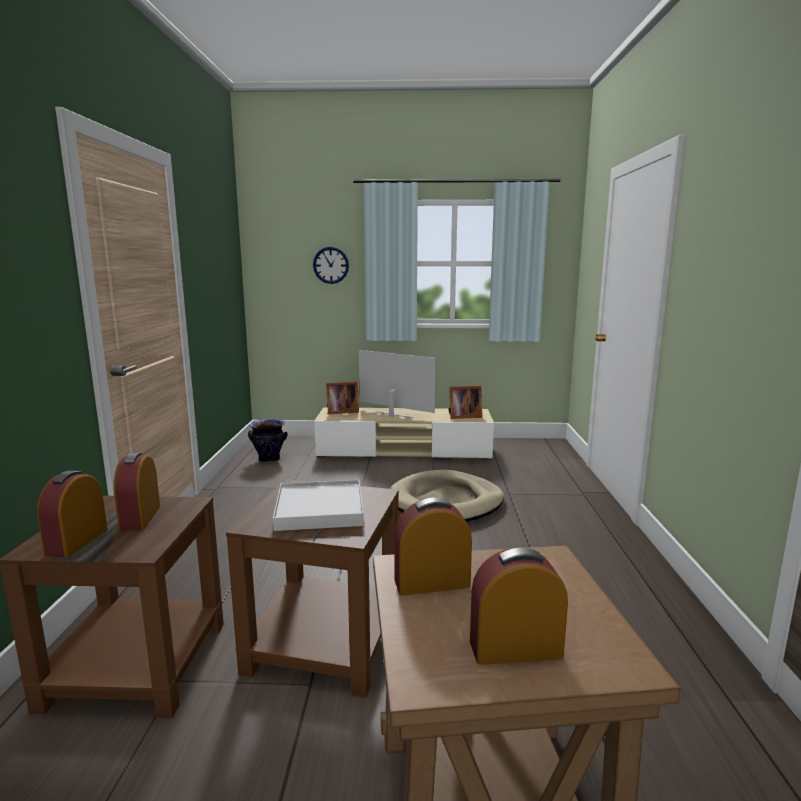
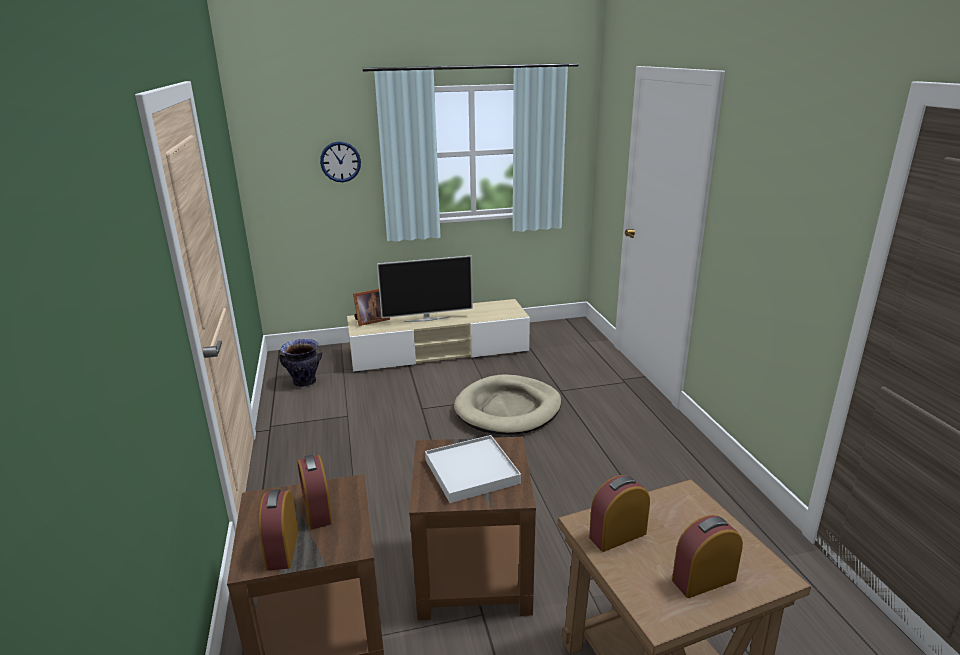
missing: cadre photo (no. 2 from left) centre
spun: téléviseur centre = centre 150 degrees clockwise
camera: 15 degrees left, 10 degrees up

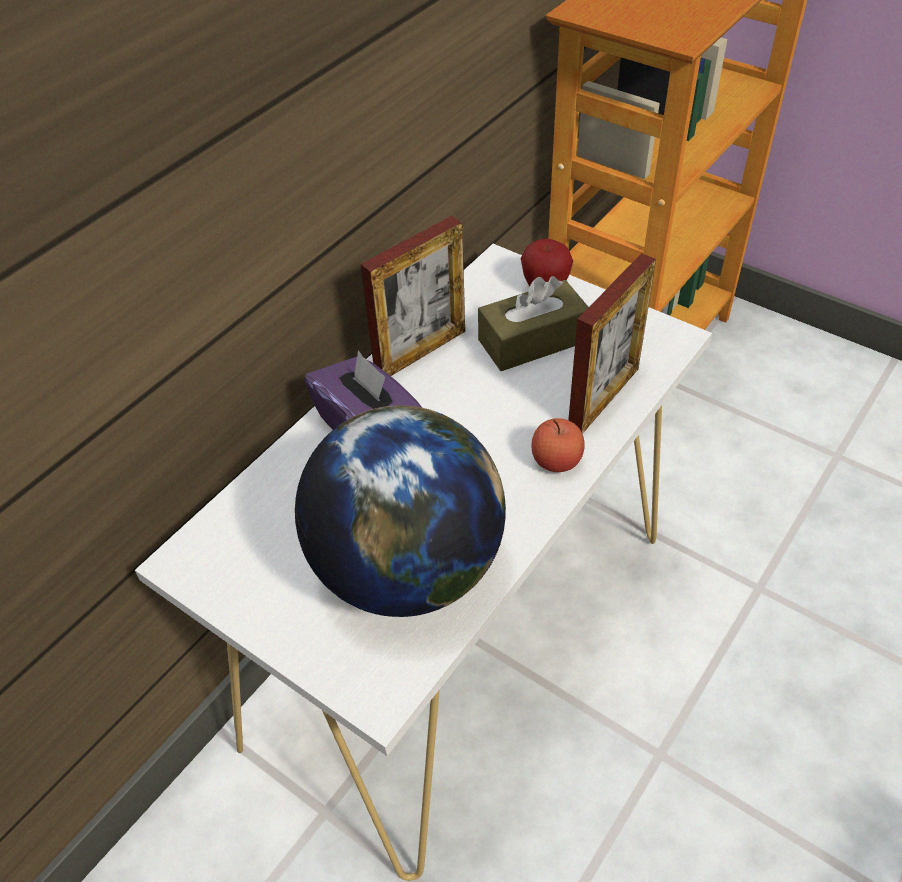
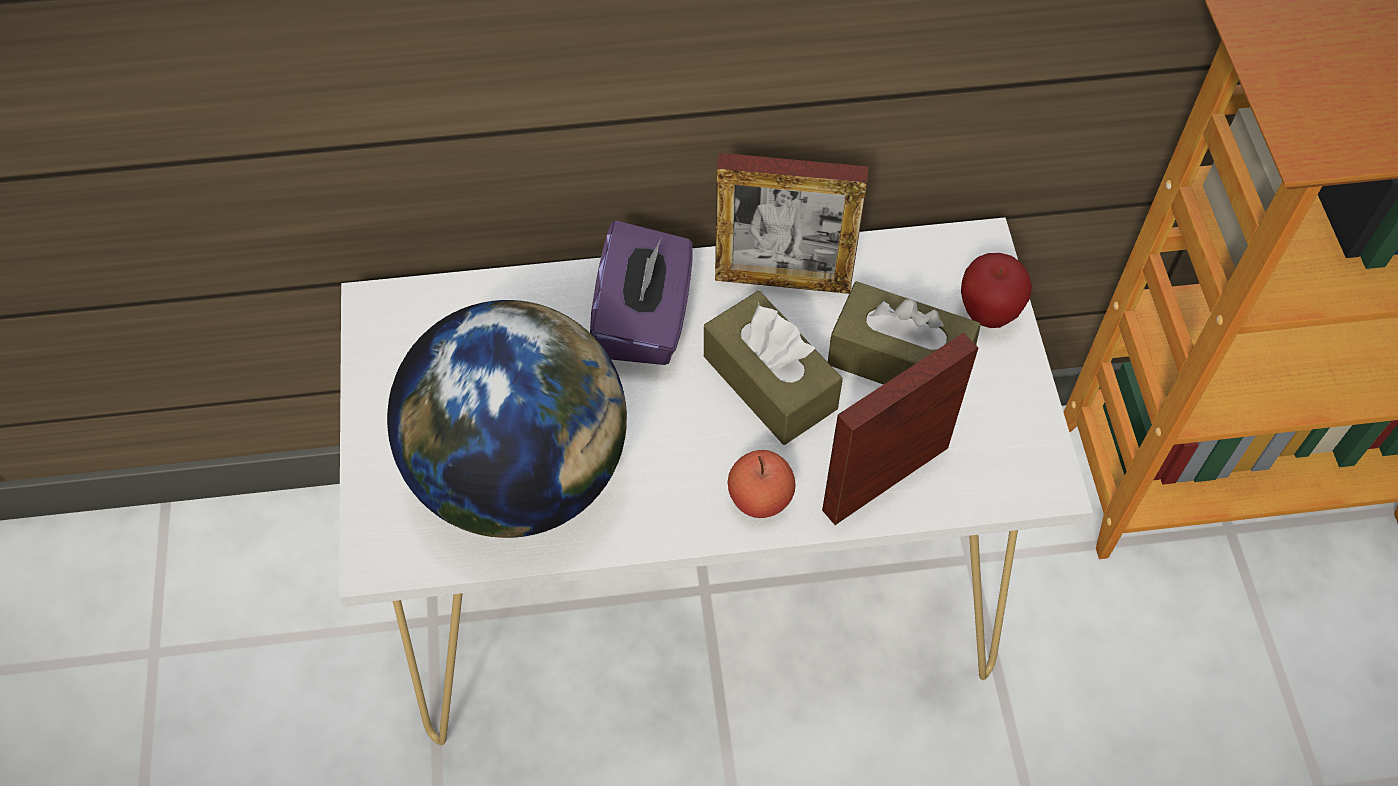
appeared: boîte à mouchoirs [marron] (no. 1 from left) centre
spun: cadre photo (no. 2 from left) middle right = centre 150 degrees clockwise
camera: 45 degrees right, 10 degrees up

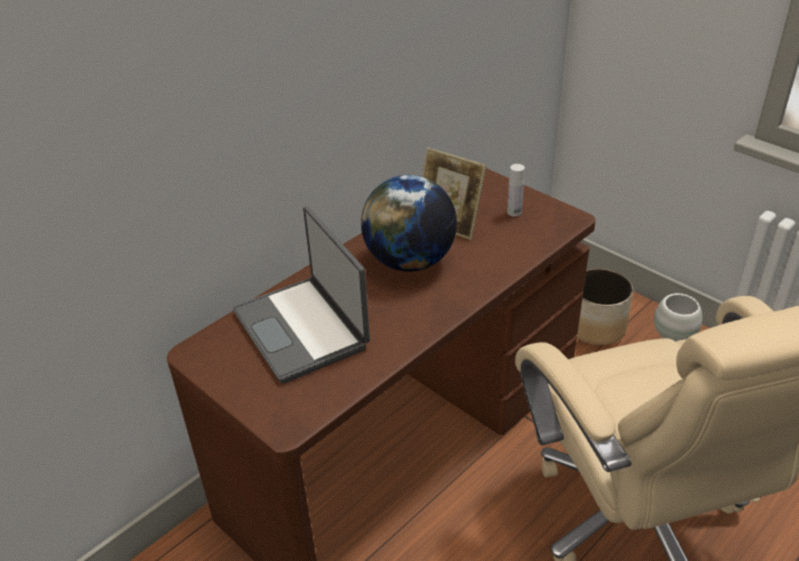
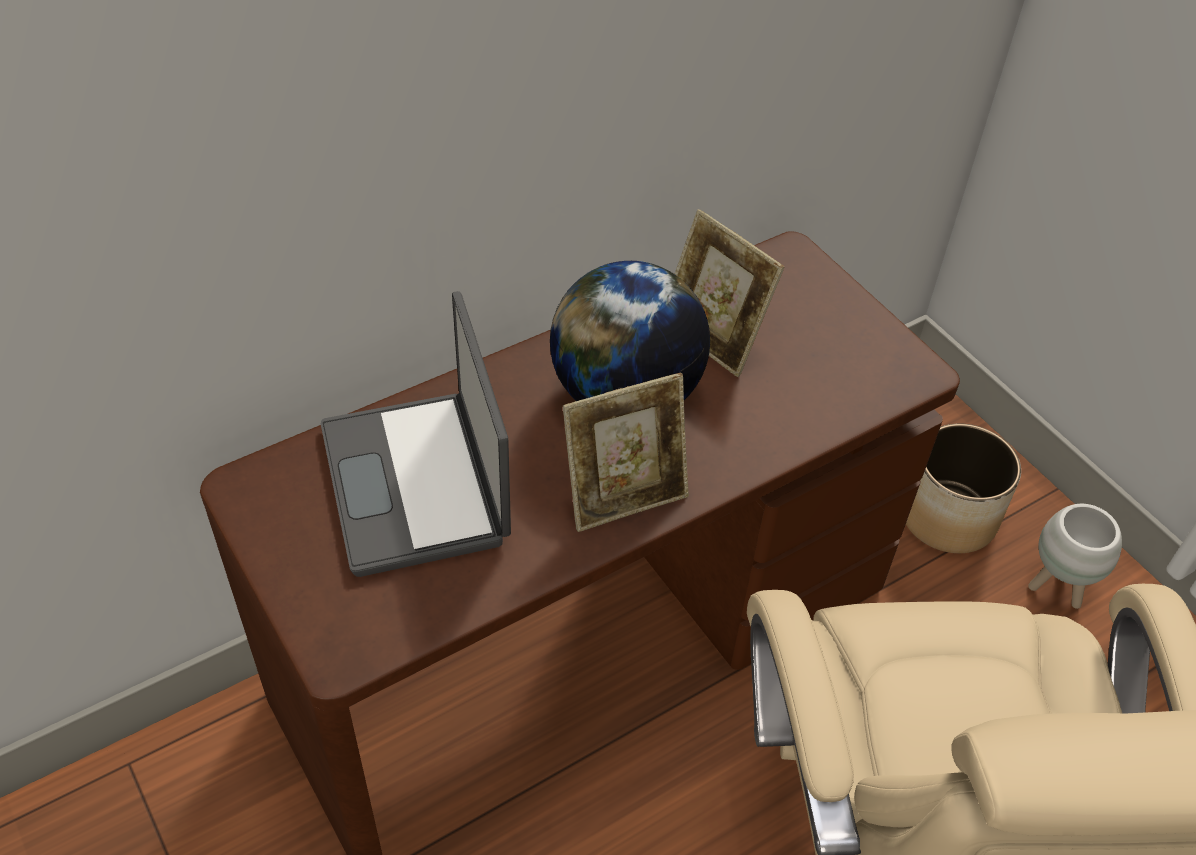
missing: bouteille [blanc] centre
appeared: cadre photo (no. 1 from left) centre
camera: 10 degrees right, 10 degrees up

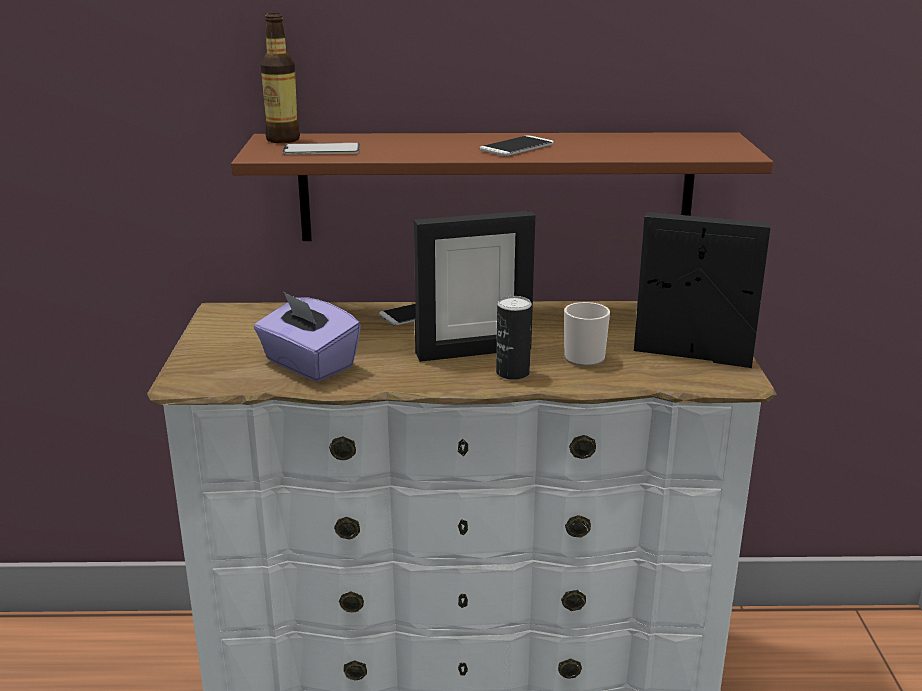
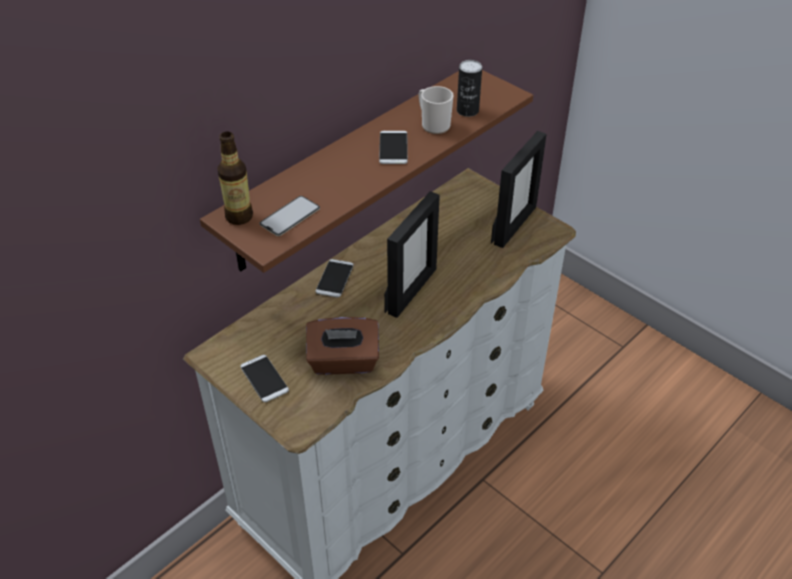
appeared: téléphone (no. 1 from left) centre
relocated: mug centre to top centre; boîte métallique centre to top centre
colour: boîte à mouchoirs [violet] middle left to boîte à mouchoirs [marron] centre
spun: cadre photo (no. 2 from left) middle right = top centre 150 degrees clockwise
camera: 45 degrees left, 20 degrees up

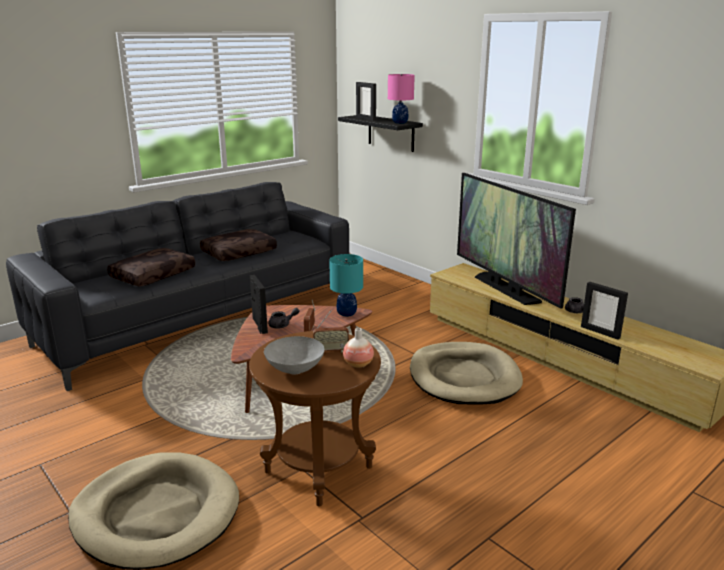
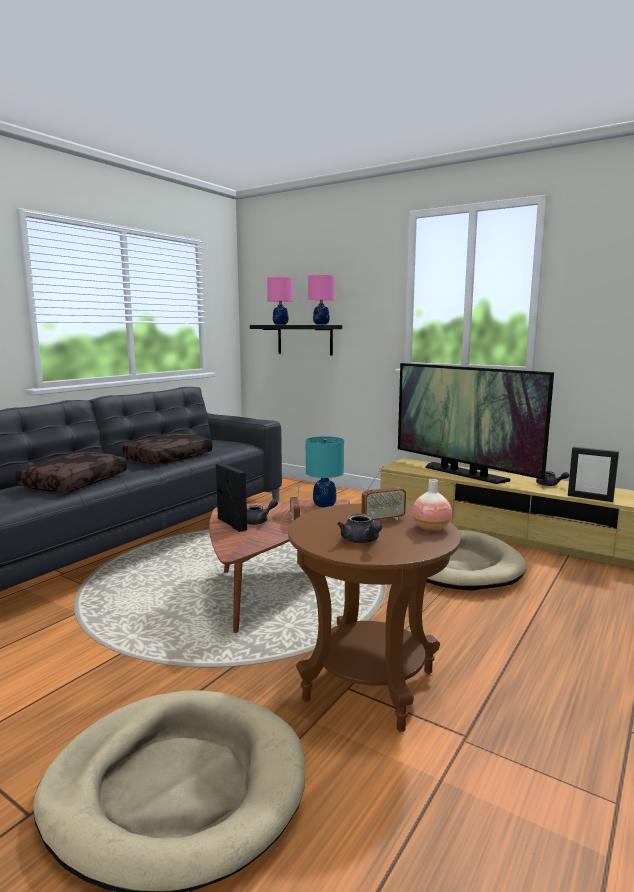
exchanged: cadre photo (no. 2 from left) top centre to lampe de table [rose] (no. 1 from left) centre; bol [gris] centre to théière [gris] (no. 2 from left) centre
camera: 15 degrees left, 10 degrees down

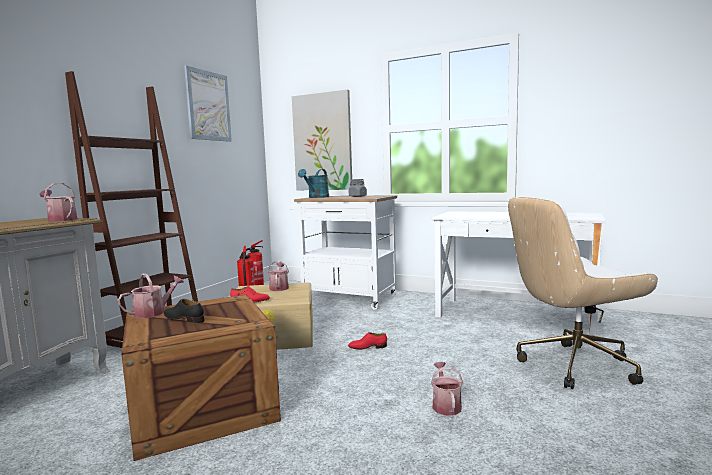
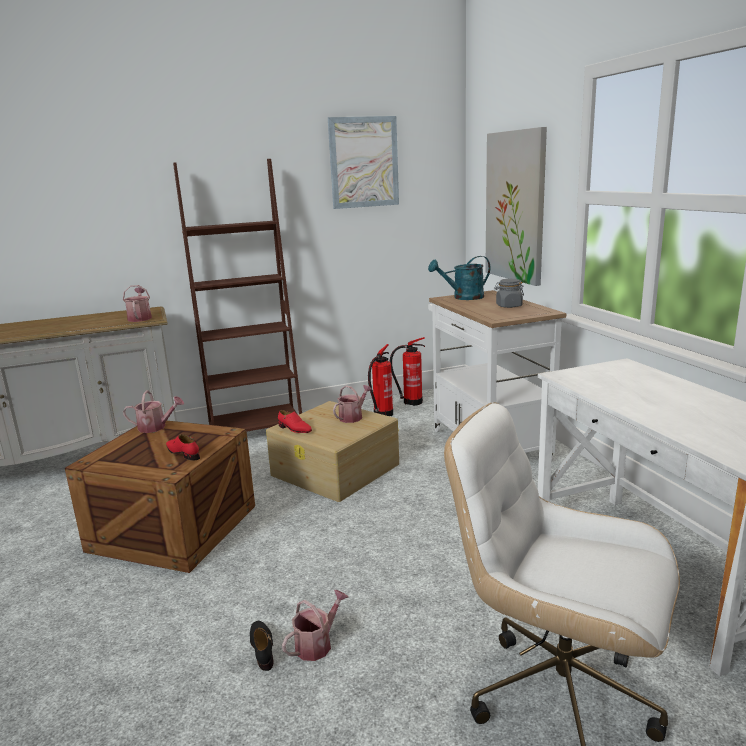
relocated: chaussure [rouge] (no. 2 from left in the first image) bottom centre to chaussure [rouge] (no. 1 from left) middle left; chaussure [noir] middle left to bottom centre
camera: 45 degrees right, 10 degrees up

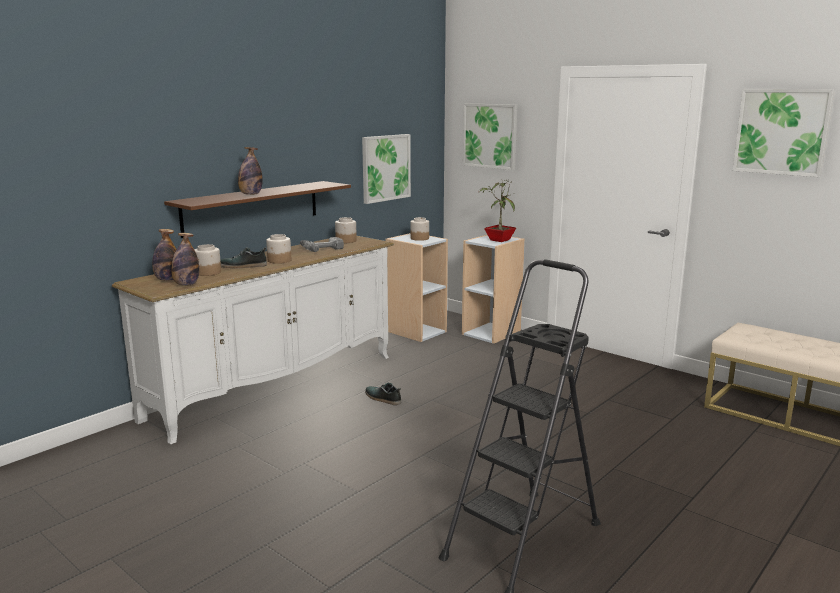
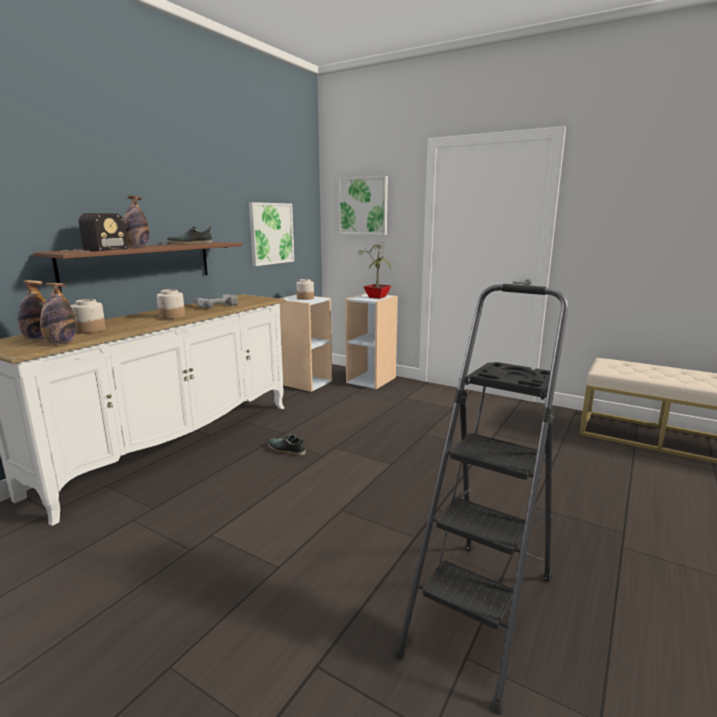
missing: bocal (no. 3 from left) centre; tableau (no. 3 from left) top right
appeared: radio top left
relocated: chaussure (no. 1 from left) middle left to top left
camera: 10 degrees left, 0 degrees up

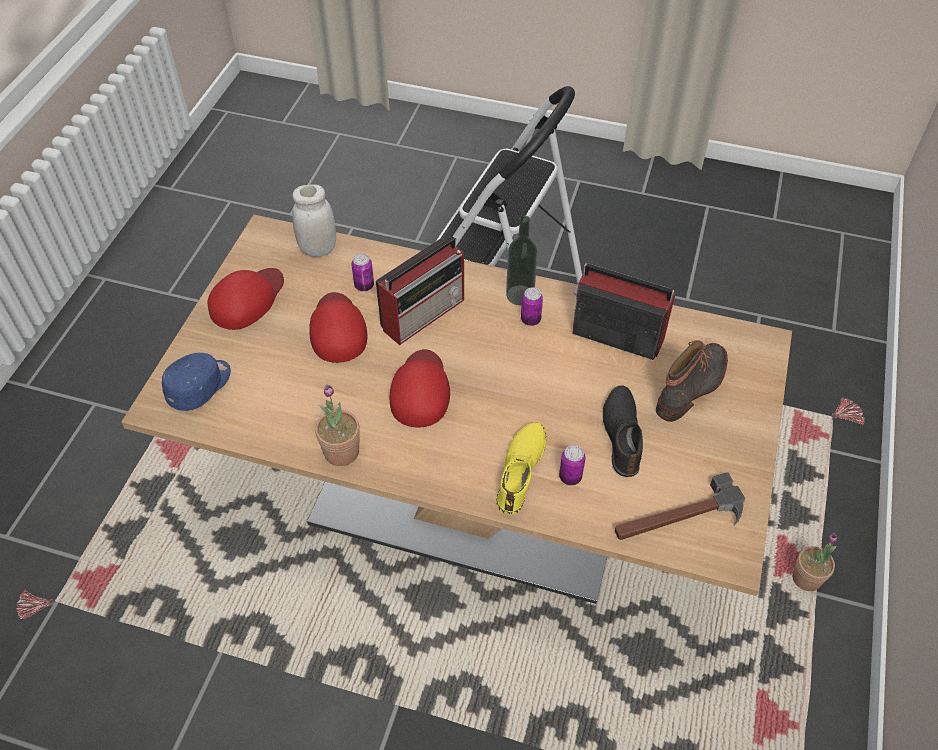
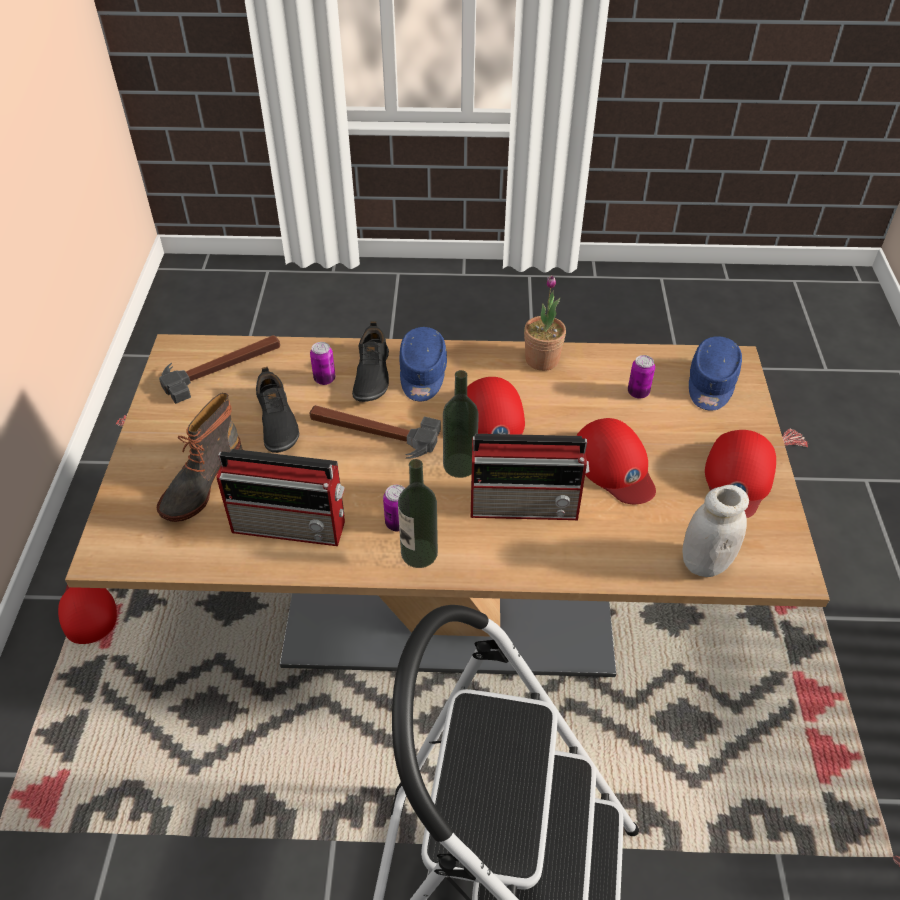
appeared: marteau (no. 2 from left) centre; casquette [bleu] (no. 1 from left) centre; bouteille (no. 2 from left) centre
relocated: boîte métallique (no. 1 from left in the first image) centre to boîte métallique (no. 3 from left) middle right
exchanged: plante en pot (no. 2 from left) bottom right to casquette [rouge] (no. 1 from left) bottom left
colour: chaussure [jaune] centre to chaussure [noir] (no. 2 from left) centre
spun: radio (no. 1 from left in the first image) centre = centre 120 degrees counterclockwise
camera: 165 degrees right, 5 degrees down

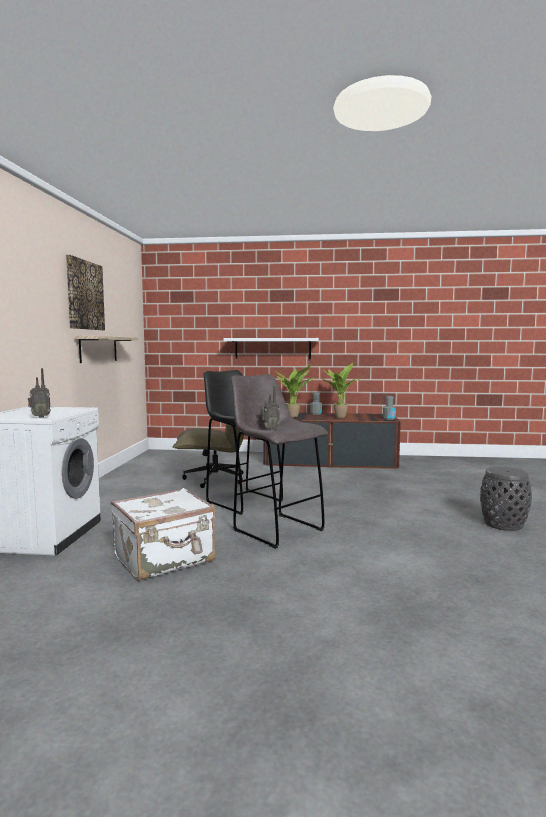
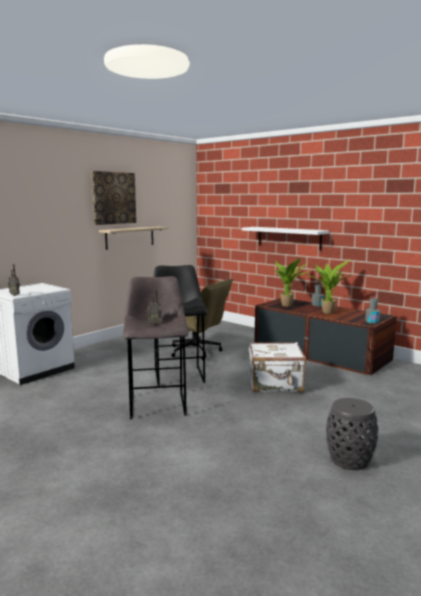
relocated: valise [blanc] middle left to centre
camera: 35 degrees right, 5 degrees up

